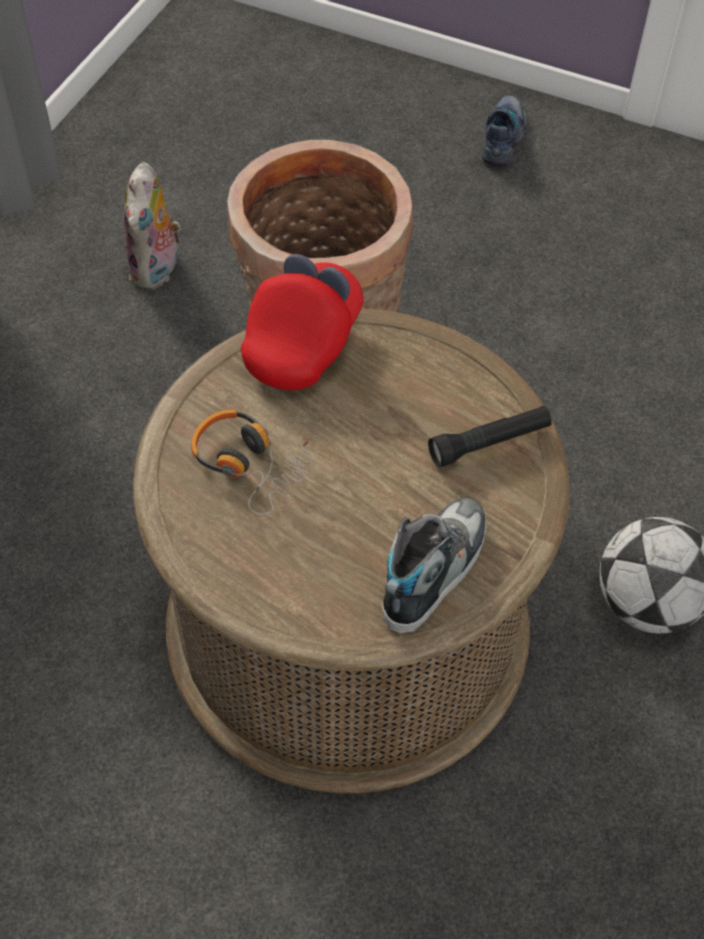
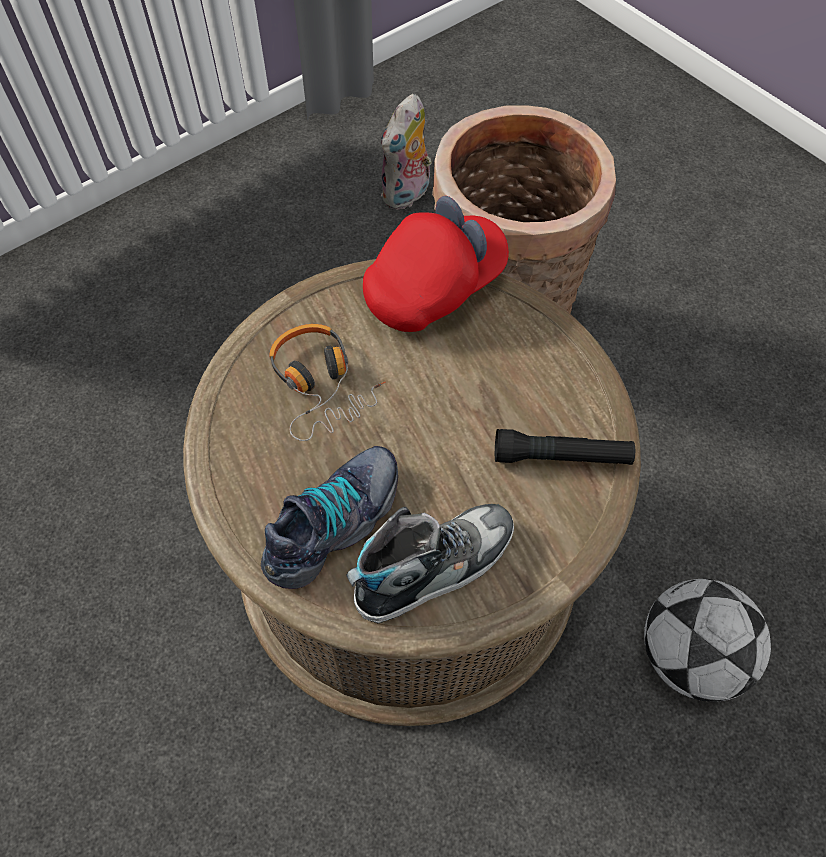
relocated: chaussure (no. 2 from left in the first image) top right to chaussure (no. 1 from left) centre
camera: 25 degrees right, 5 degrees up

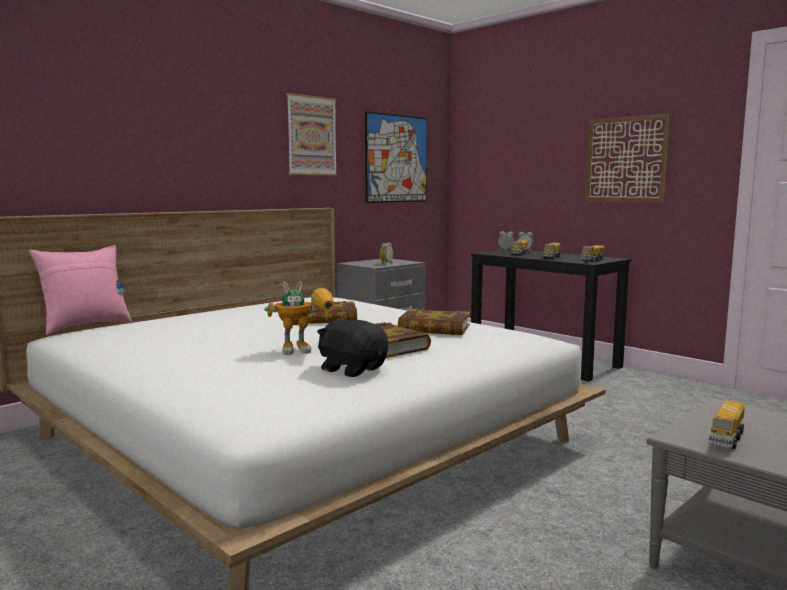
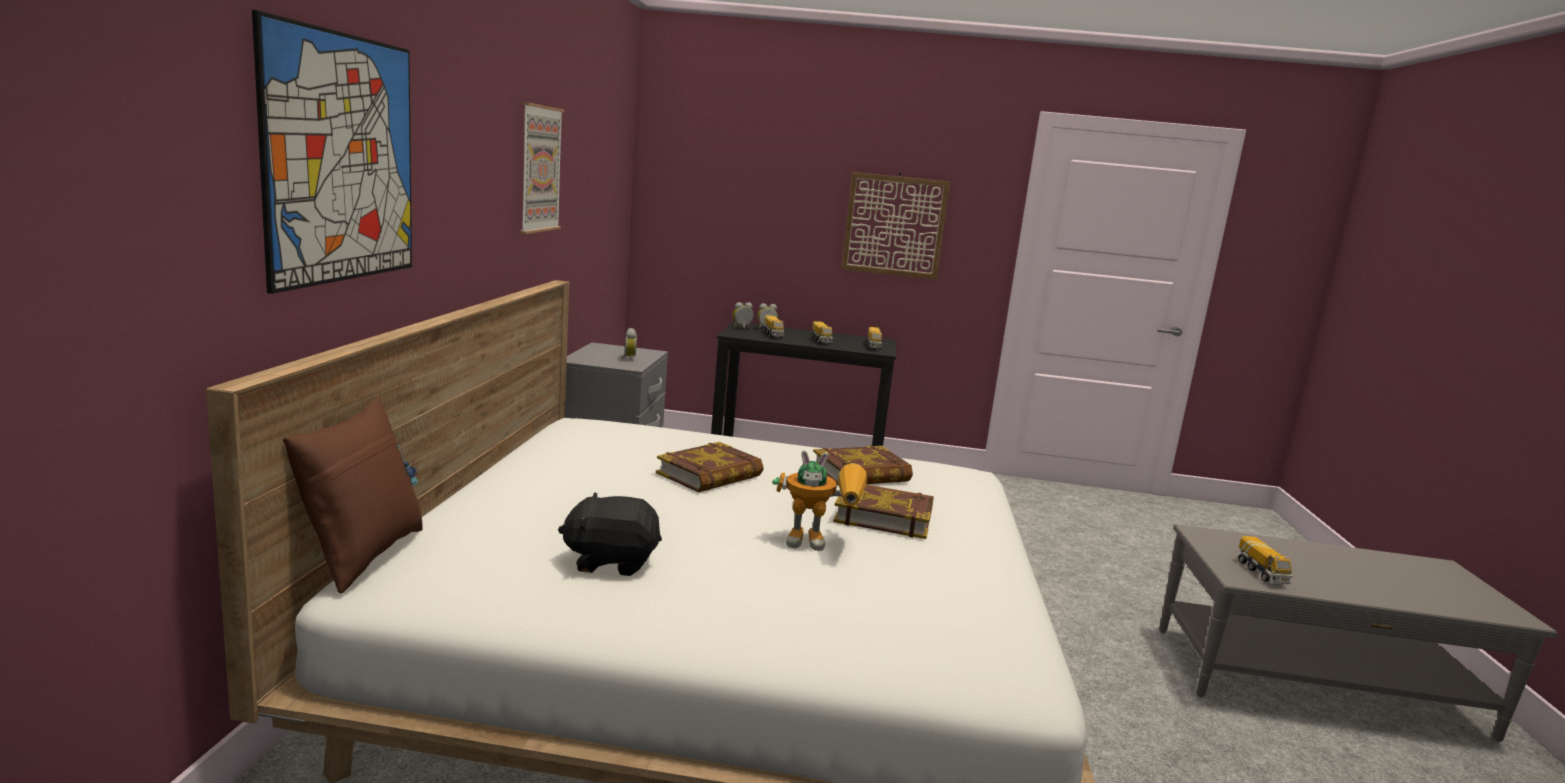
relocated: tableau (no. 2 from left in the first image) top centre to tableau (no. 1 from left) top left; peluche [noir] centre to bottom centre
colour: coussin [rose] middle left to coussin [marron] middle left
spun: robot jouet centre = centre 60 degrees clockwise
camera: 40 degrees left, 5 degrees up

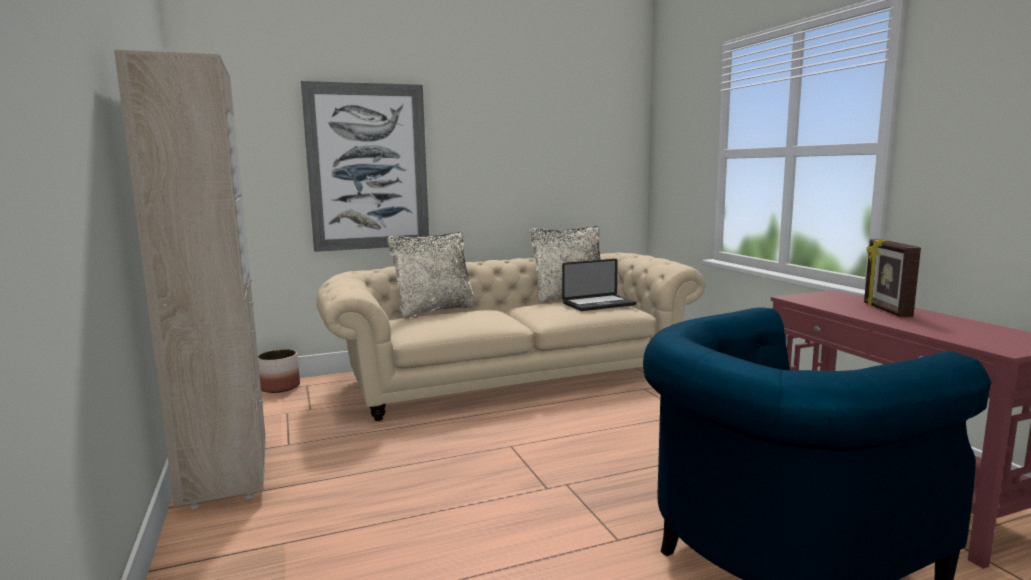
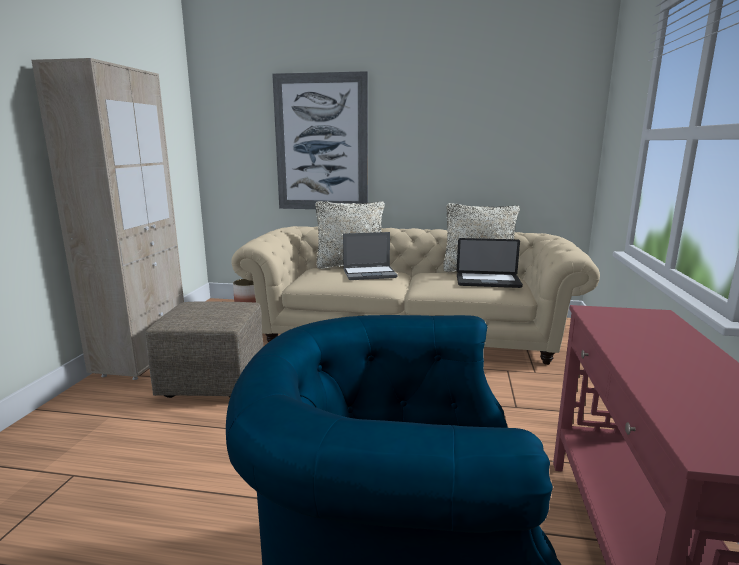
missing: cadre photo middle right
appeared: pouf [beige] middle left; ordinateur portable (no. 1 from left) centre
camera: 30 degrees right, 5 degrees up

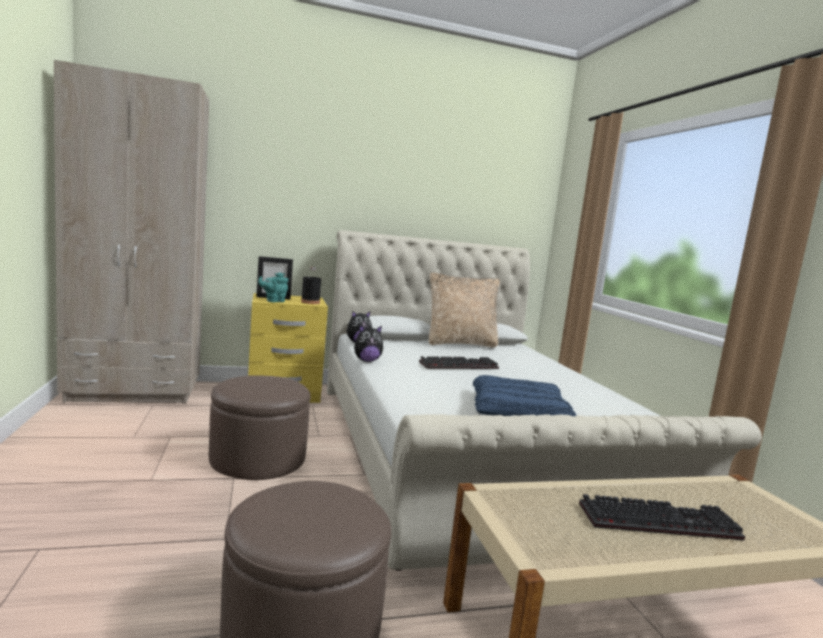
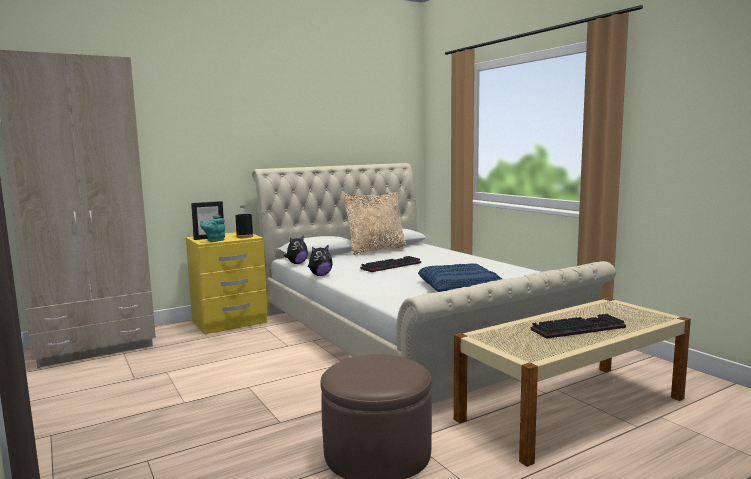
missing: pouf [marron] (no. 1 from left) bottom left
camera: 15 degrees left, 0 degrees up

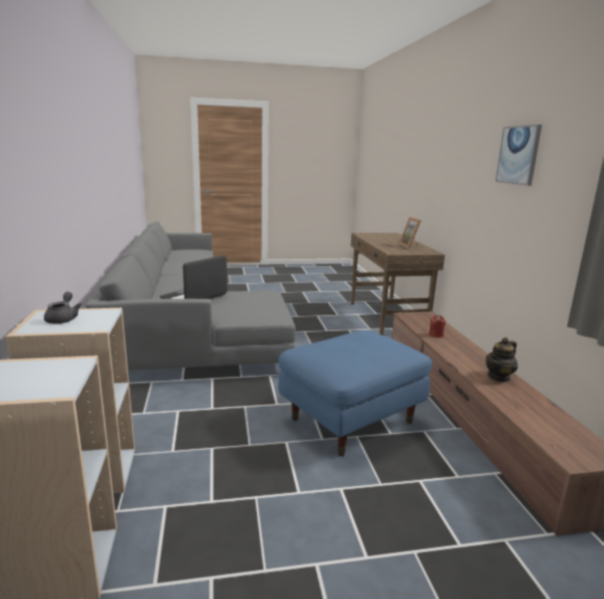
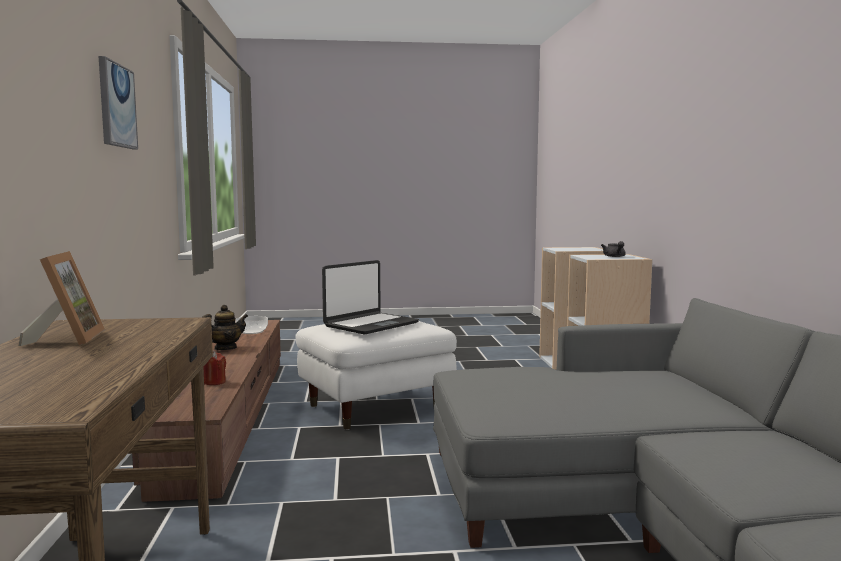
appeared: bol middle left
relocated: ordinateur portable middle left to centre
colour: pouf [bleu] centre to pouf [blanc] bottom centre
camera: 175 degrees left, 10 degrees down

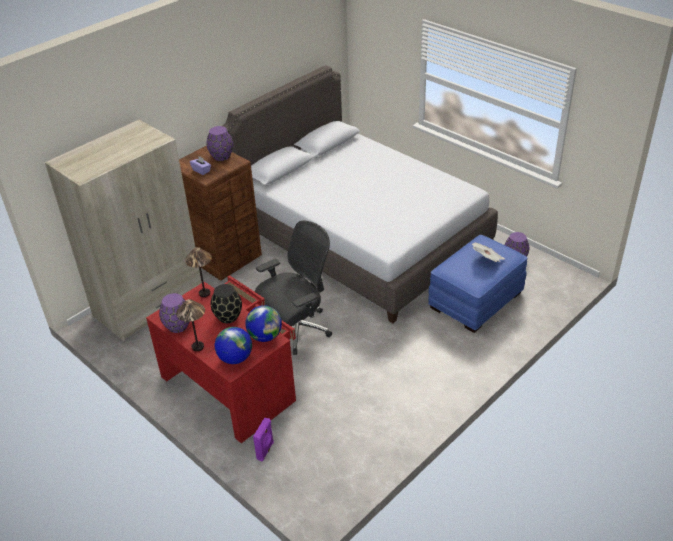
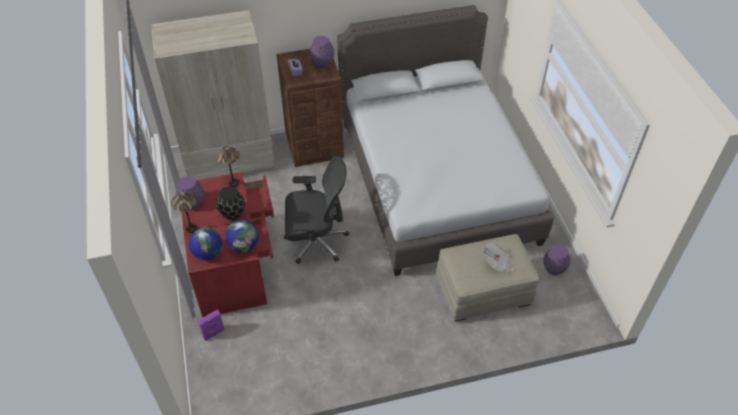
colour: pouf [bleu] middle right to pouf [beige] bottom centre
camera: 30 degrees right, 10 degrees up

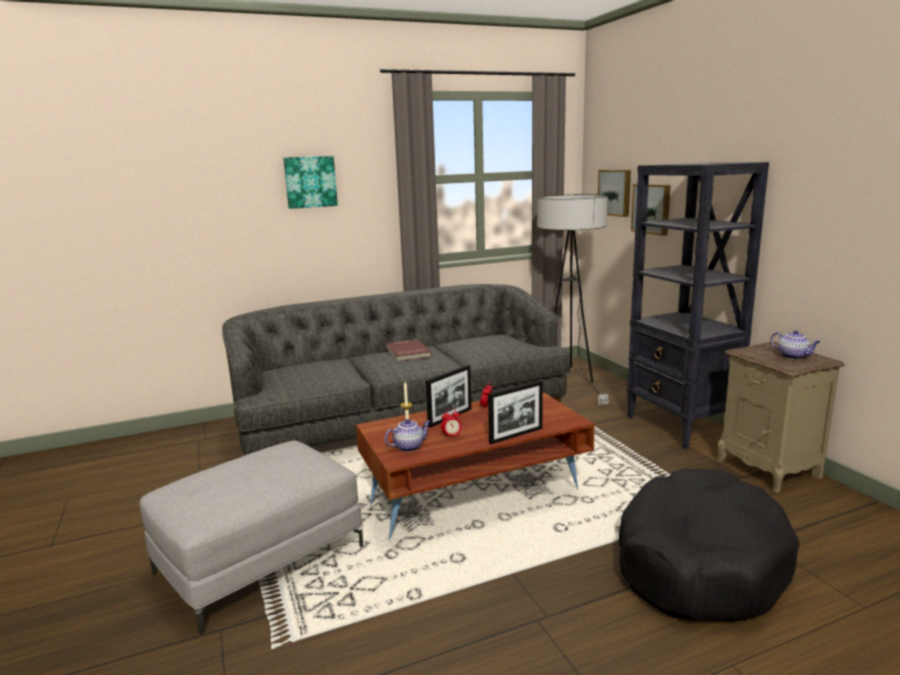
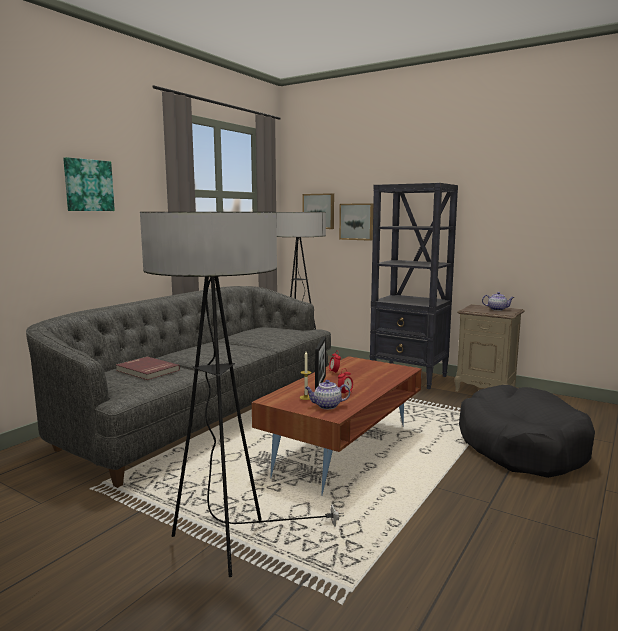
missing: cadre photo (no. 2 from left) centre
relocated: livre [rouge] centre to middle left
exchanged: pouf [gris] bottom left to lampadaire (no. 1 from left) centre
spun: théière (no. 1 from left) centre = centre 120 degrees counterclockwise
camera: 35 degrees left, 5 degrees down

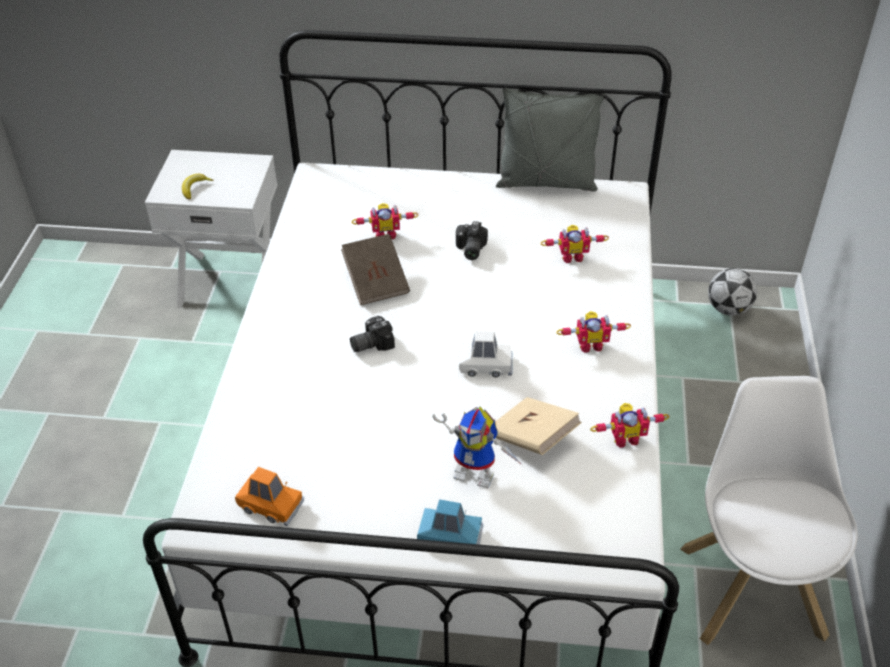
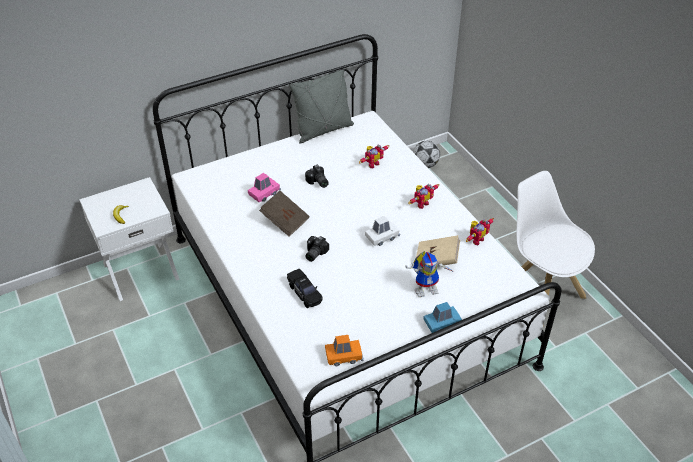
appeared: petite voiture [noir] centre
exchanged: robot jouet (no. 1 from left) top centre to petite voiture [rose] centre
camera: 35 degrees left, 0 degrees up

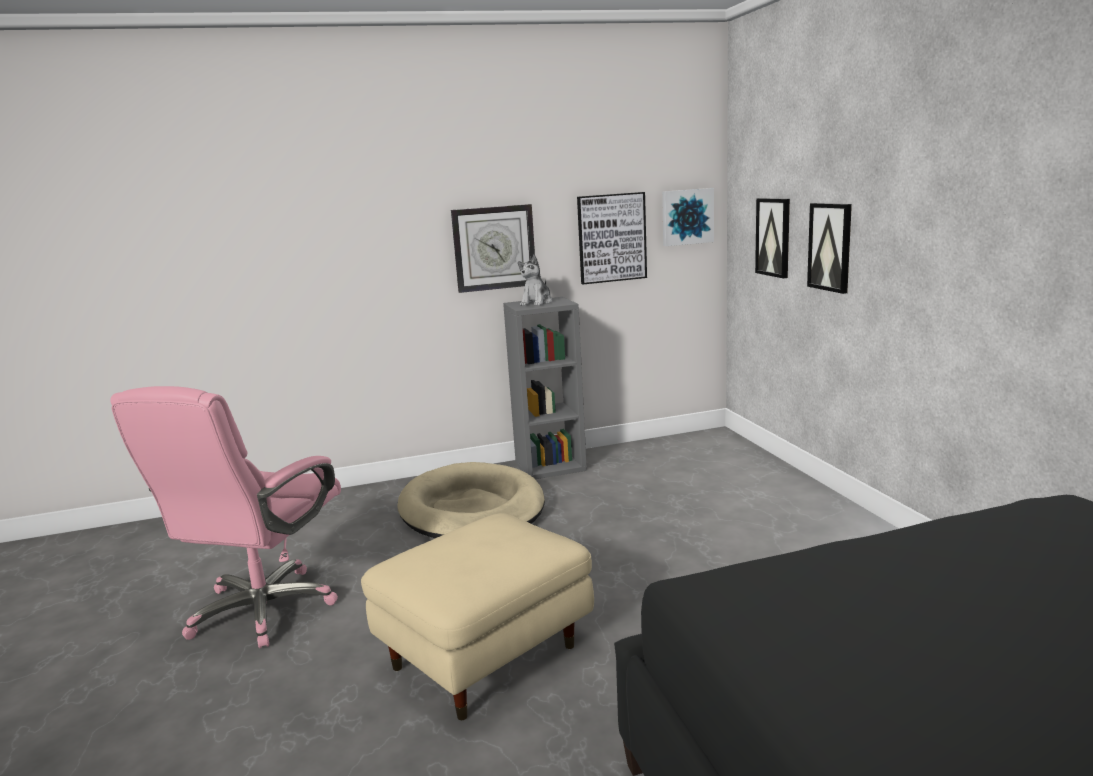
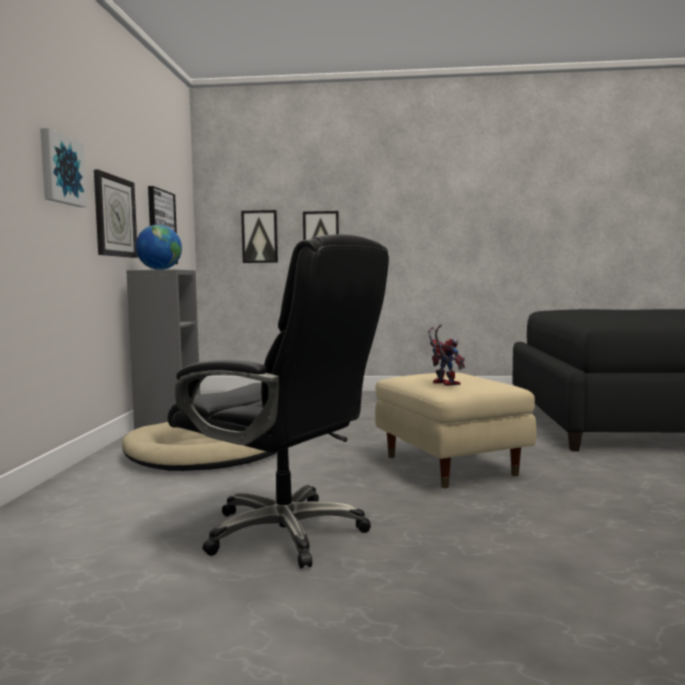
appeared: robot jouet centre
relocated: tableau (no. 2 from left in the first image) top centre to tableau (no. 1 from left) top left
exchanged: peluche centre to globe middle left
colour: chaise de bureau [rose] middle left to chaise de bureau [noir] centre
camera: 70 degrees left, 10 degrees down

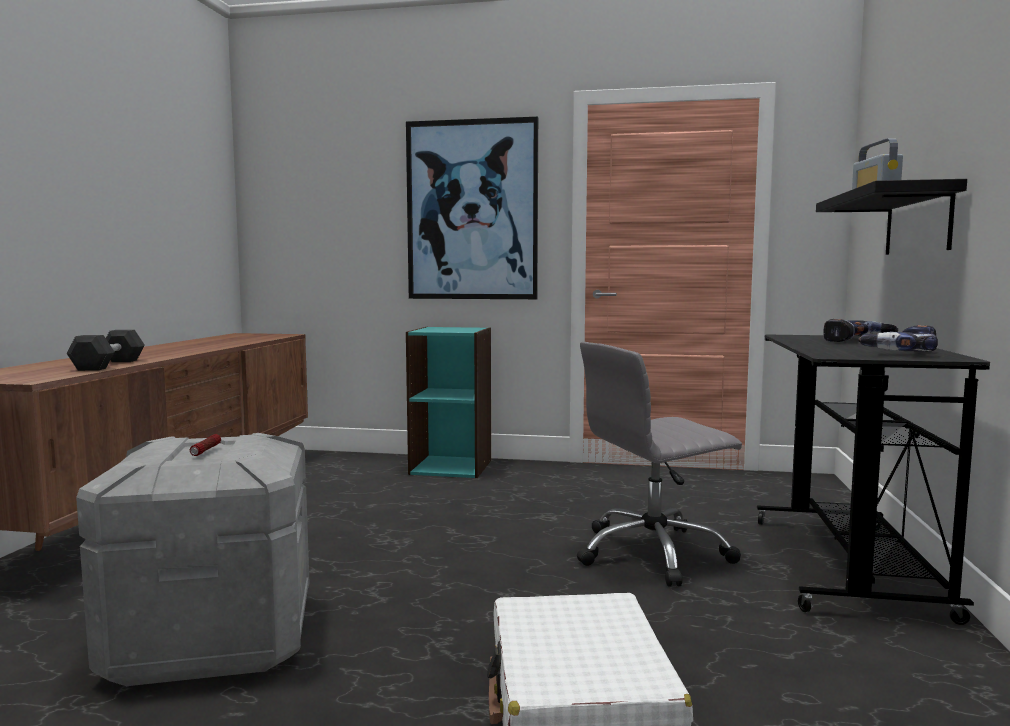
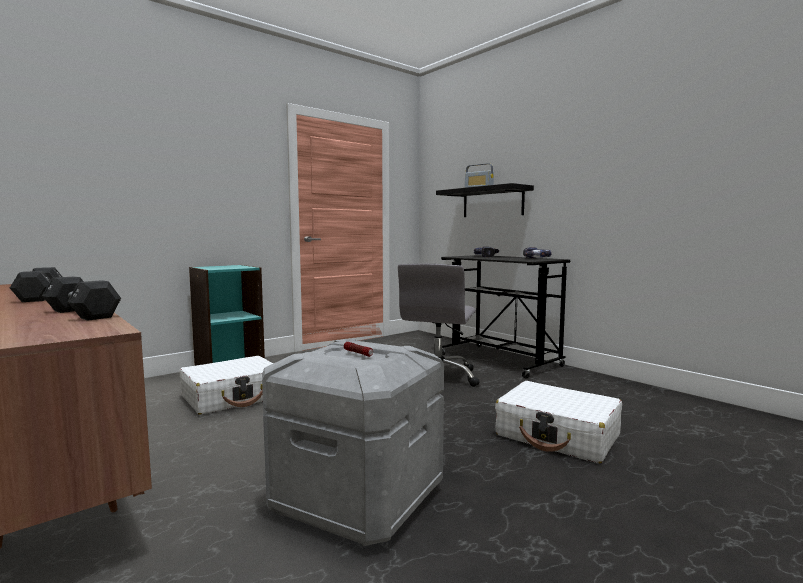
missing: tableau top centre
appeared: haltère [noir] (no. 1 from left) middle left; valise [blanc] (no. 1 from left) middle left
camera: 50 degrees left, 0 degrees up

